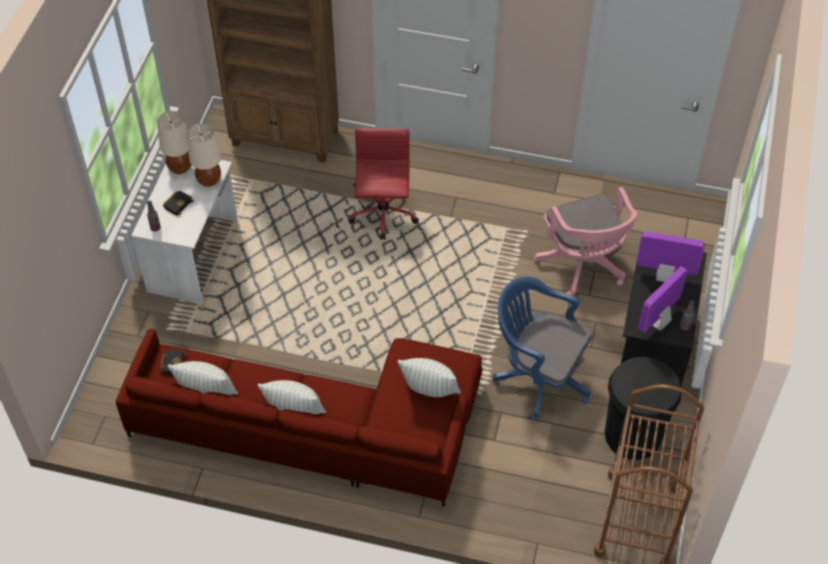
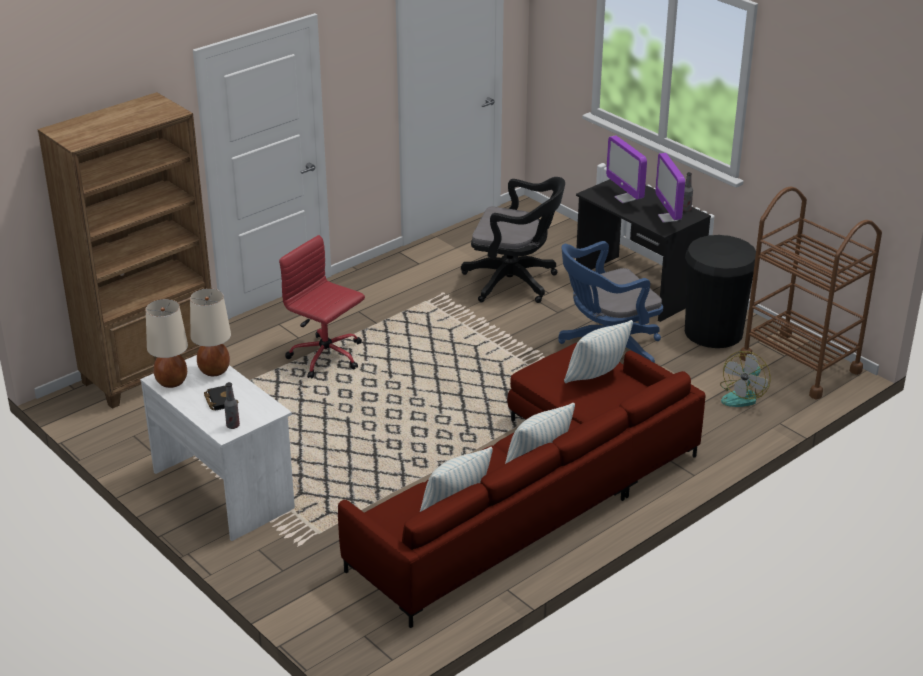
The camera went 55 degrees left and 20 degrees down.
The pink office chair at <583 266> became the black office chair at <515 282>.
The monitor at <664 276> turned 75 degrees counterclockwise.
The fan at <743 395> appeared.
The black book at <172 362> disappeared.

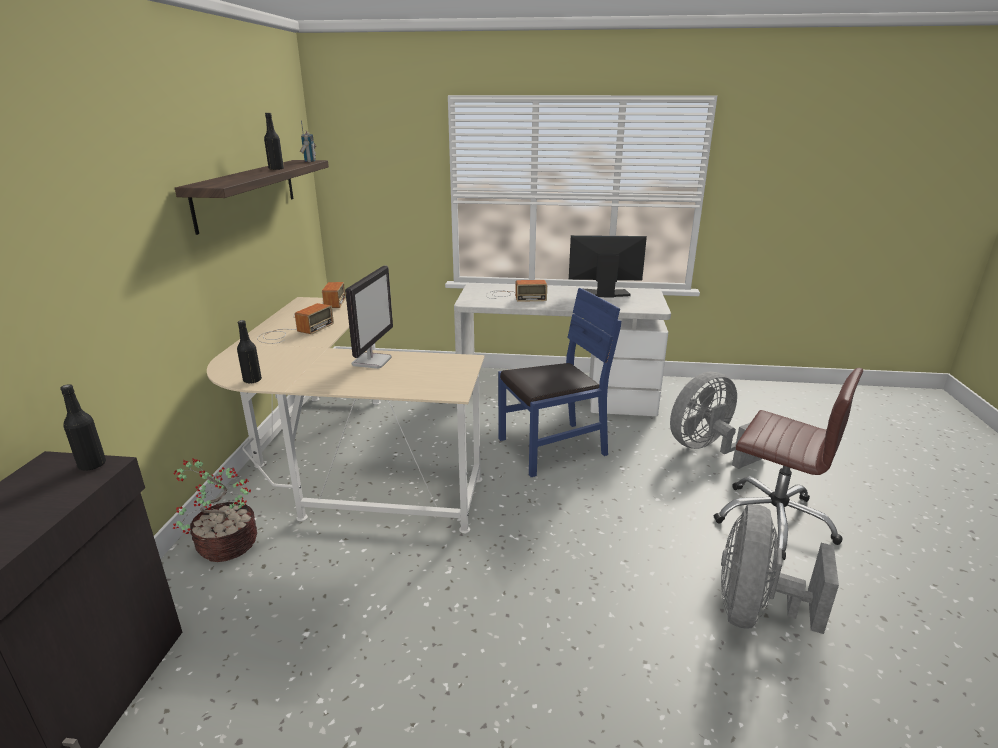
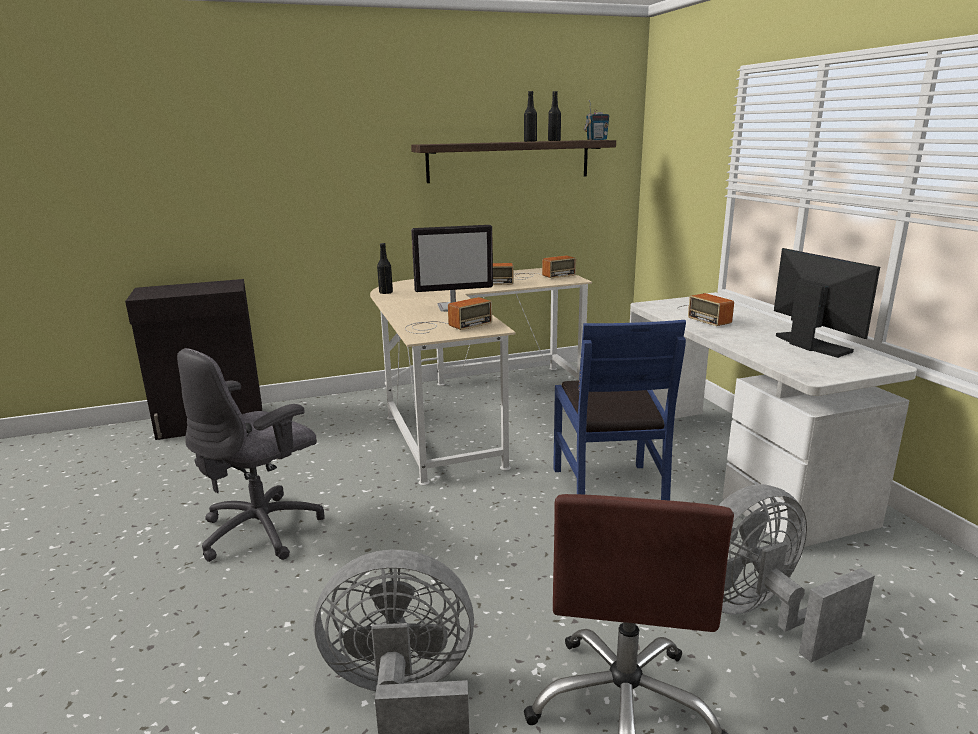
The camera went 65 degrees right and 5 degrees down.
The grey office chair at <264 529> appeared.
The radio at <444 326> appeared.
The black bottle moved from <92 465> to <554 141>.
The blue chair at <552 448> turned 45 degrees clockwise.
The grey fan at <708 449> turned 60 degrees counterclockwise.
The potted plant at <225 545> disappeared.

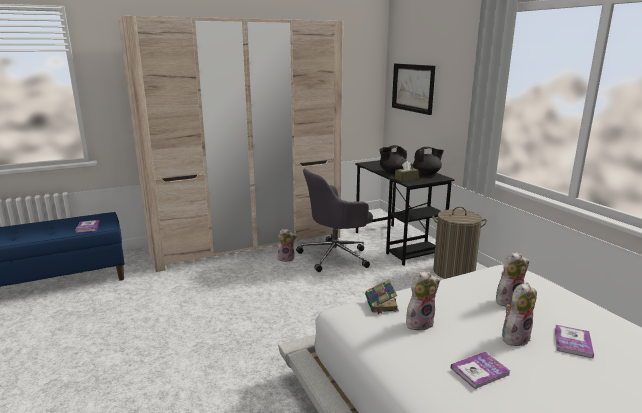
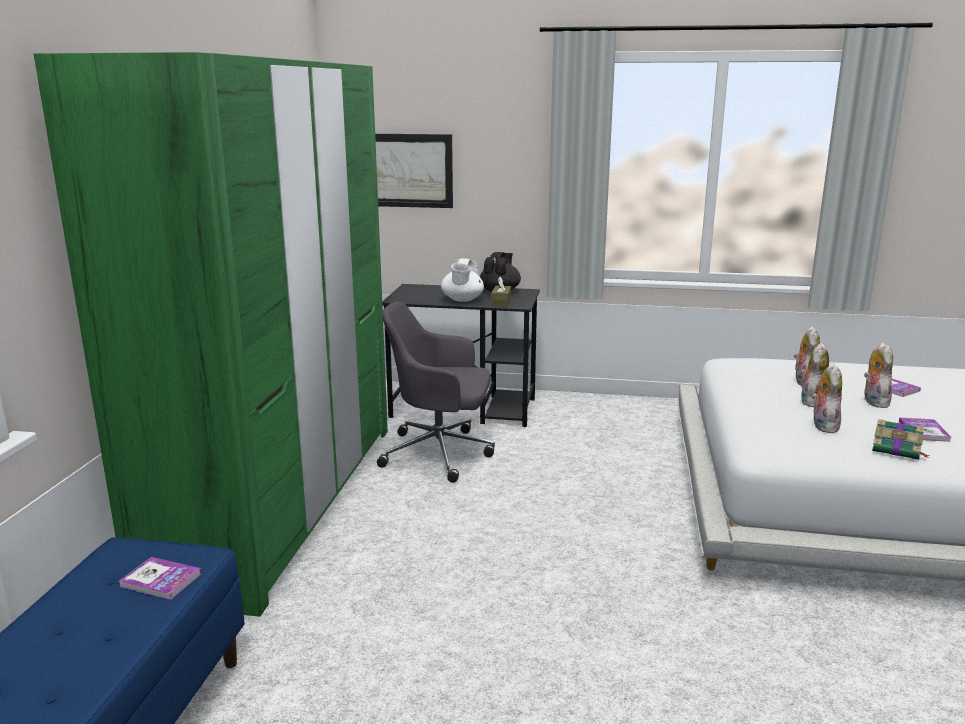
The camera went 55 degrees left and 0 degrees up.
The beige wardrobe at <247 242> became the green wardrobe at <283 499>.
The grey office chair at <336 256> turned 90 degrees clockwise.
The black teapot at <392 172> became the white teapot at <462 300>.
The plush toy moved from <286 258> to <811 401>.
The book moved from <381 304> to <897 449>.
The laundry basket at <454 272> disappeared.

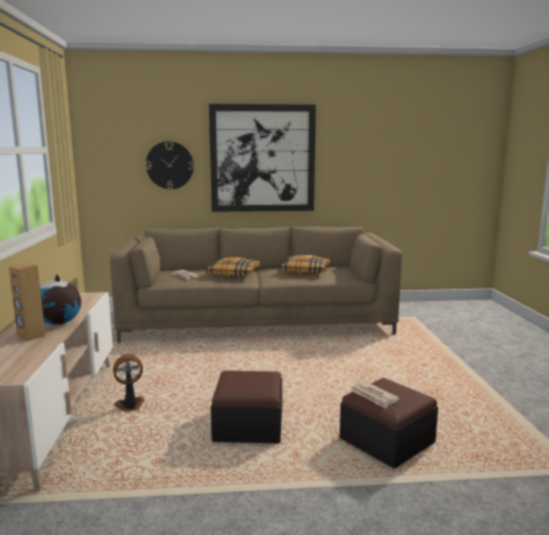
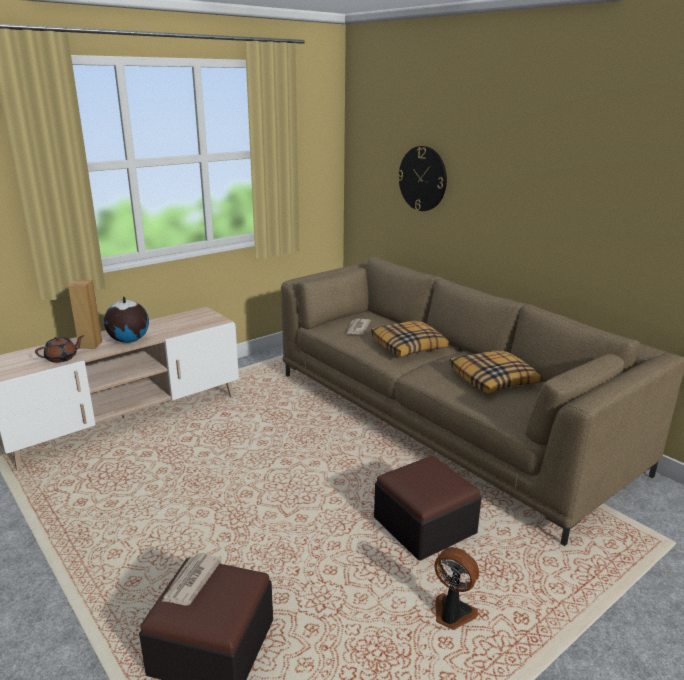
The camera went 55 degrees right and 10 degrees up.
The brown teapot at <62 358> appeared.
The ottoman moved from <248 425> to <424 525>.
The fan moved from <130 406> to <452 614>.
The picture at <262 158> disappeared.

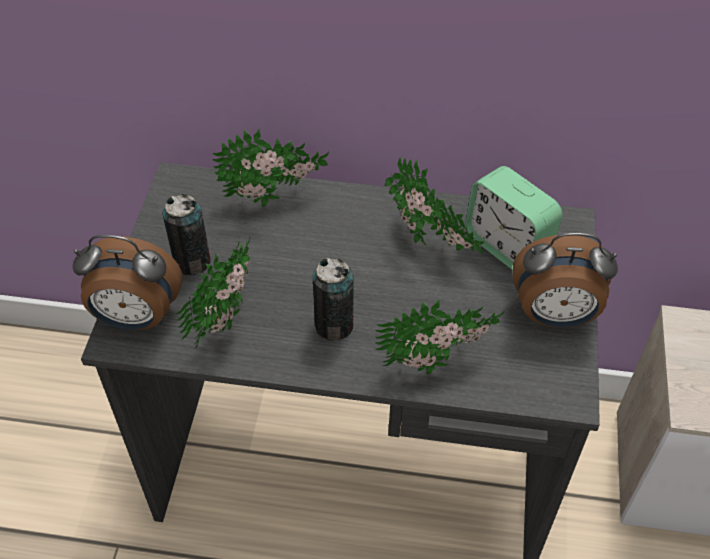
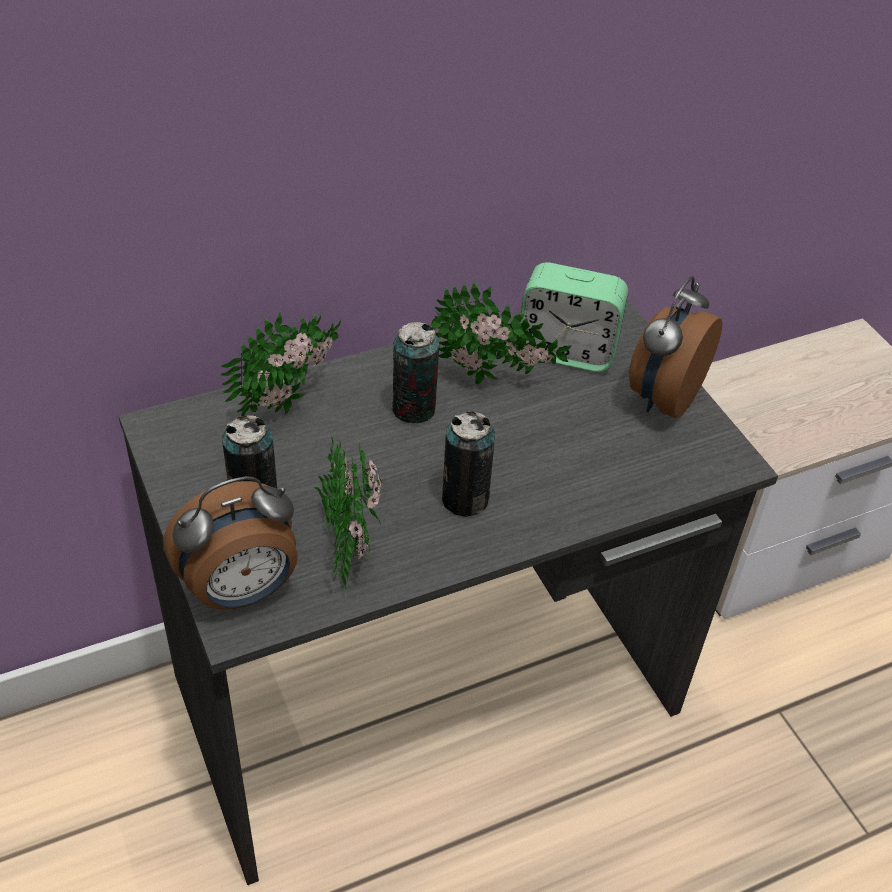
The camera went 35 degrees left and 5 degrees down.
The can at <414 409> appeared.
The alarm clock at <554 316> turned 150 degrees clockwise.
The potted plant at <438 364> disappeared.

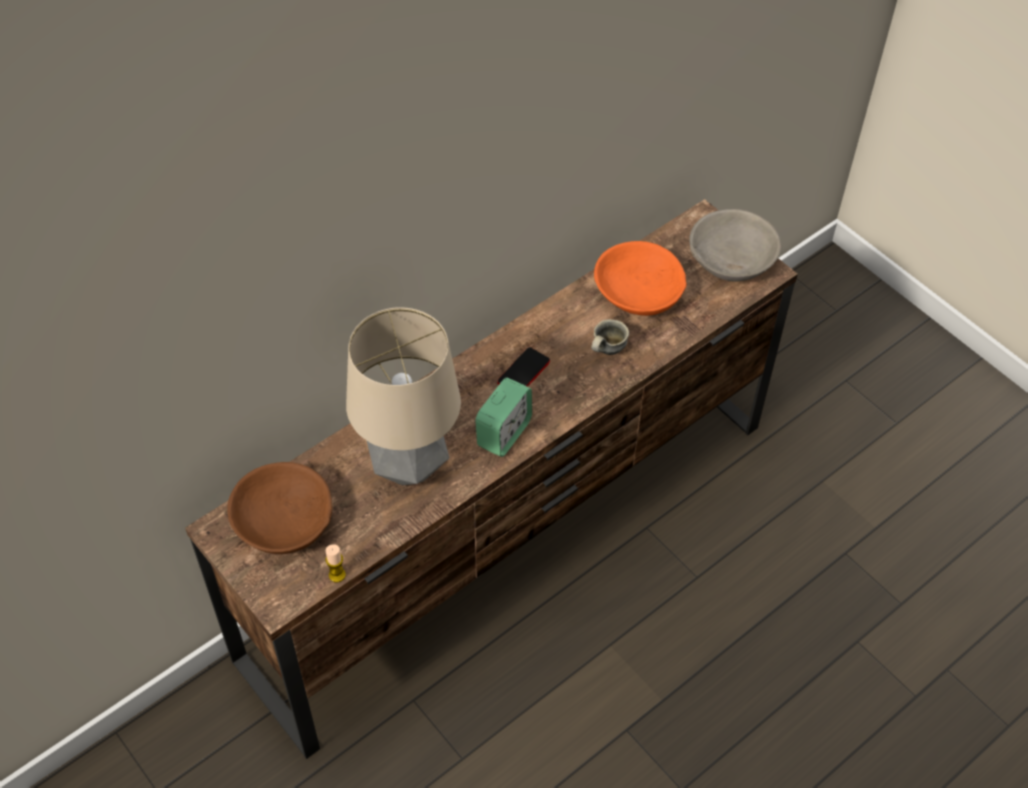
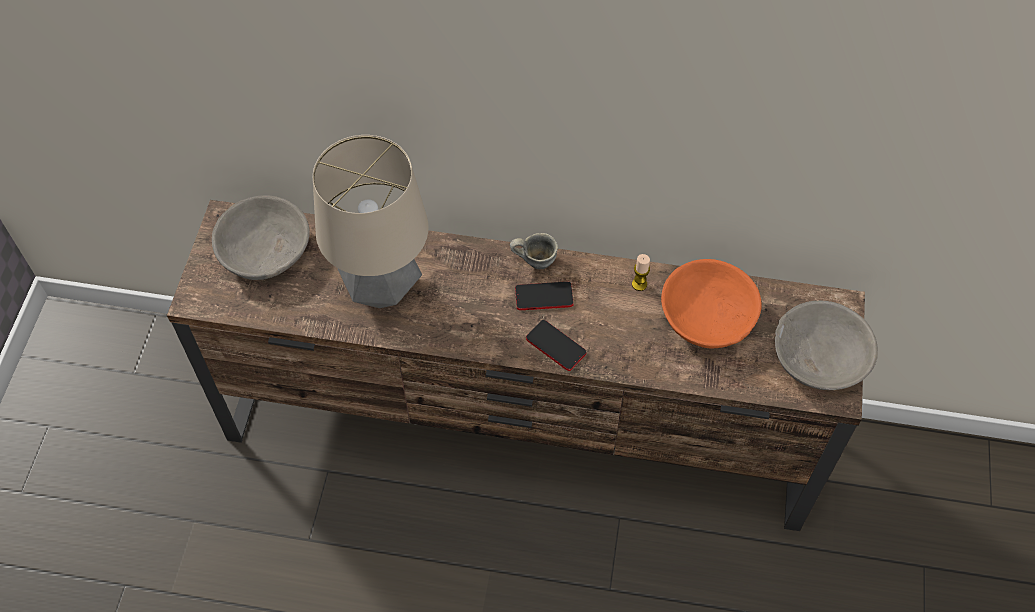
The camera went 50 degrees right and 5 degrees up.
The brown bowl at <283 521> became the grey bowl at <265 250>.
The grey mug moved from <606 350> to <535 260>.
The phone at <555 346> appeared.
The candle moved from <337 575> to <639 284>.
The alarm clock at <504 433> disappeared.

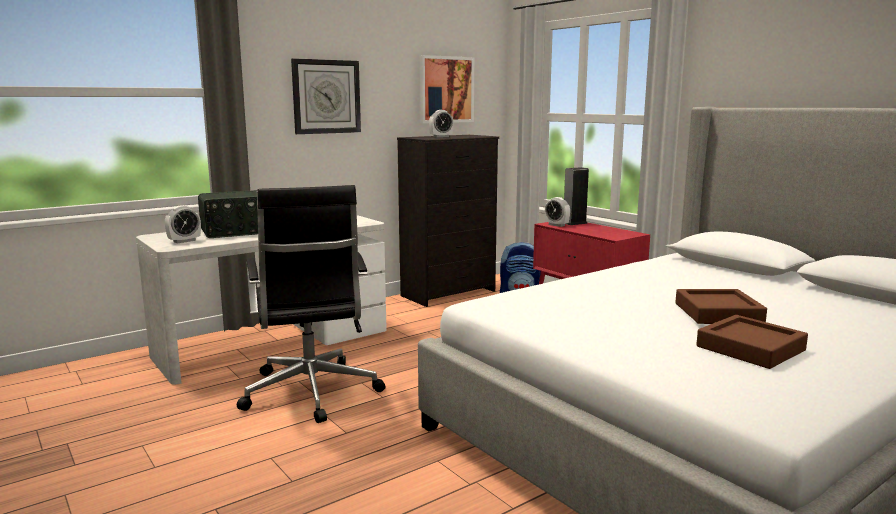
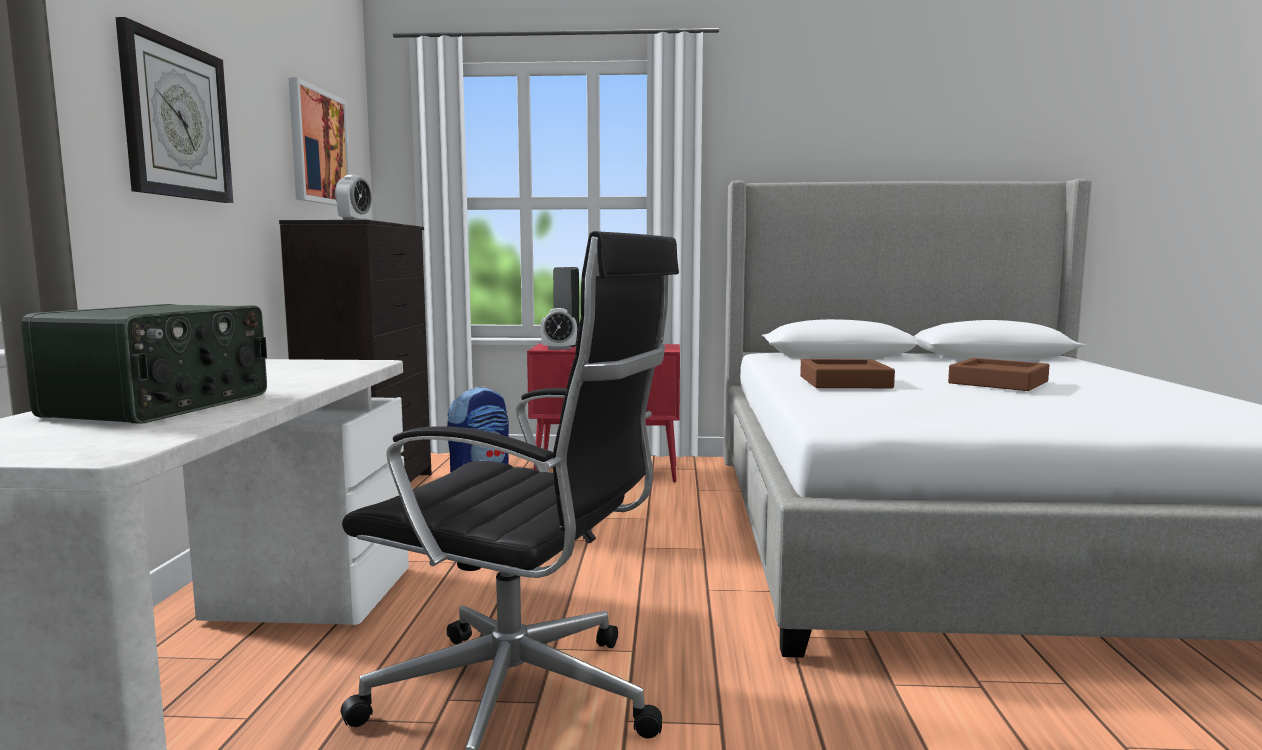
The camera went 50 degrees left and 5 degrees down.
The brown tray moved from <750 348> to <844 382>.
The alarm clock at <184 241> disappeared.

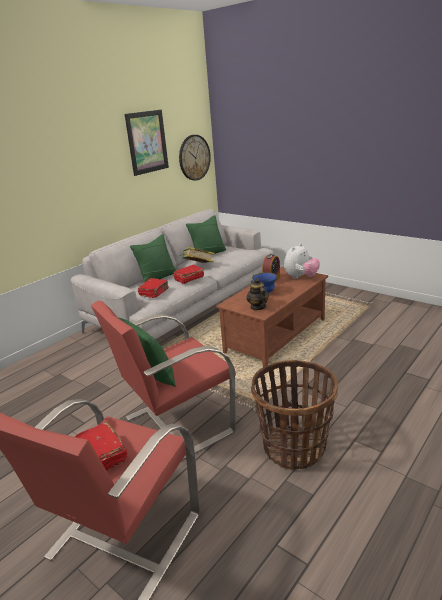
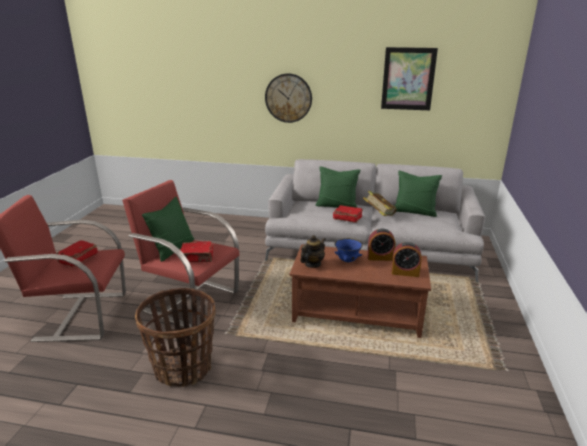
The camera went 60 degrees right and 0 degrees up.
The red book moved from <154 293> to <198 257>.
The wall clock moved from <194 157> to <288 98>.
The plush toy at <301 277> was replaced by the alarm clock at <405 272>.

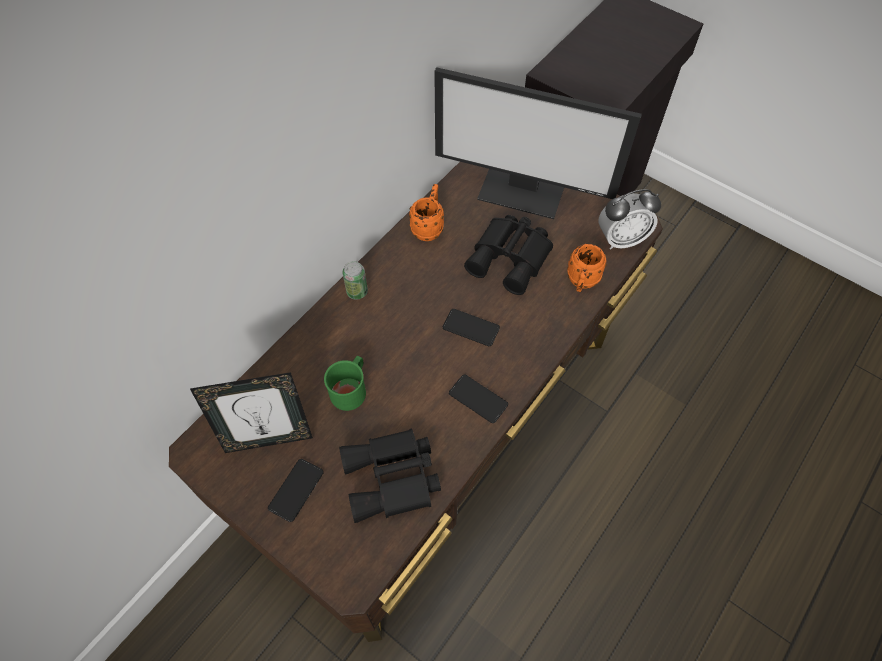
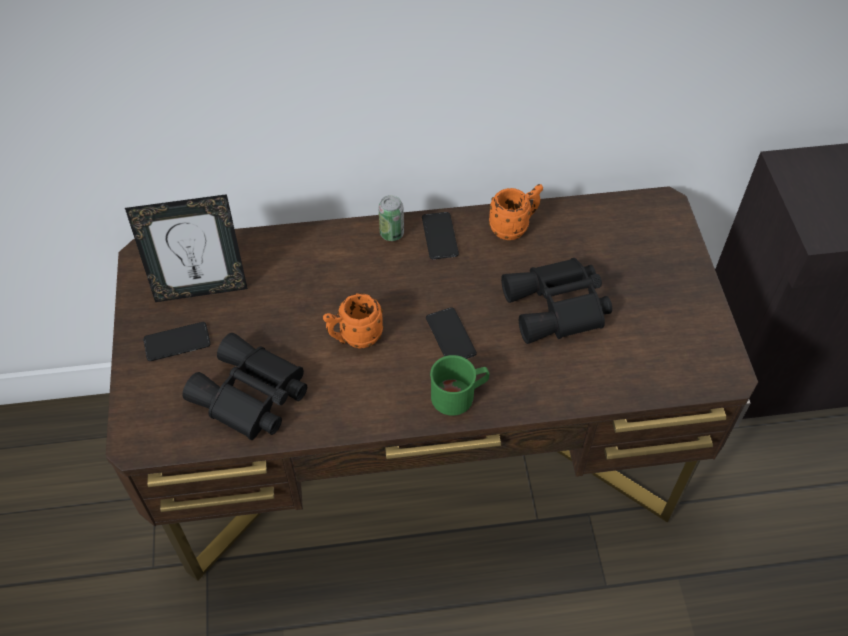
The camera went 45 degrees right and 5 degrees down.
The picture frame at <268 438> turned 45 degrees counterclockwise.
The orange mug moved from <581 282> to <354 337>.
The phone moved from <478 399> to <440 236>.
The green mug moved from <351 389> to <459 395>.
The monitor at <523 190> disappeared.
The alarm clock at <621 239> disappeared.

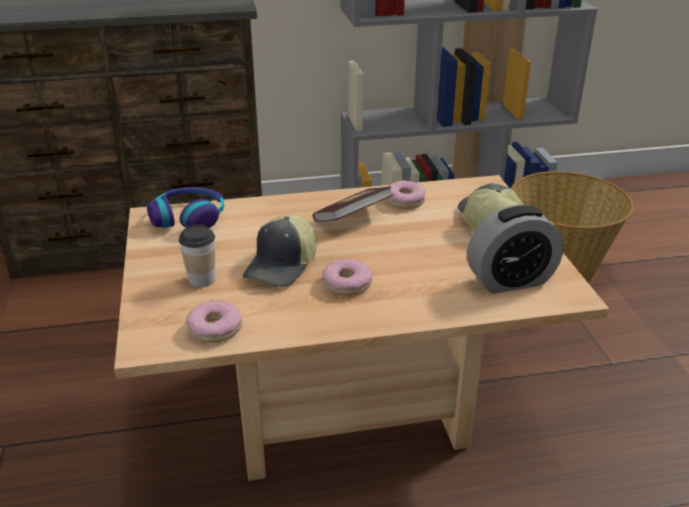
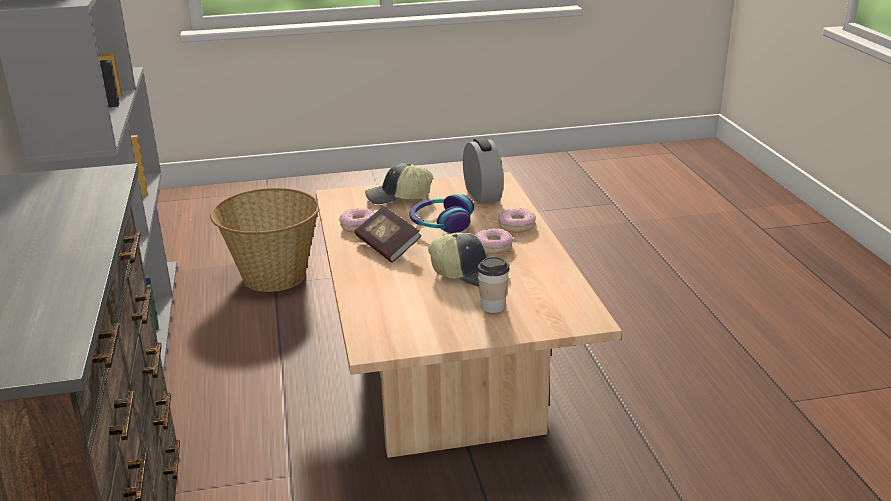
The camera went 90 degrees left and 5 degrees down.
The headphones moved from <188 217> to <441 223>.
The donut moved from <215 328> to <516 226>.

